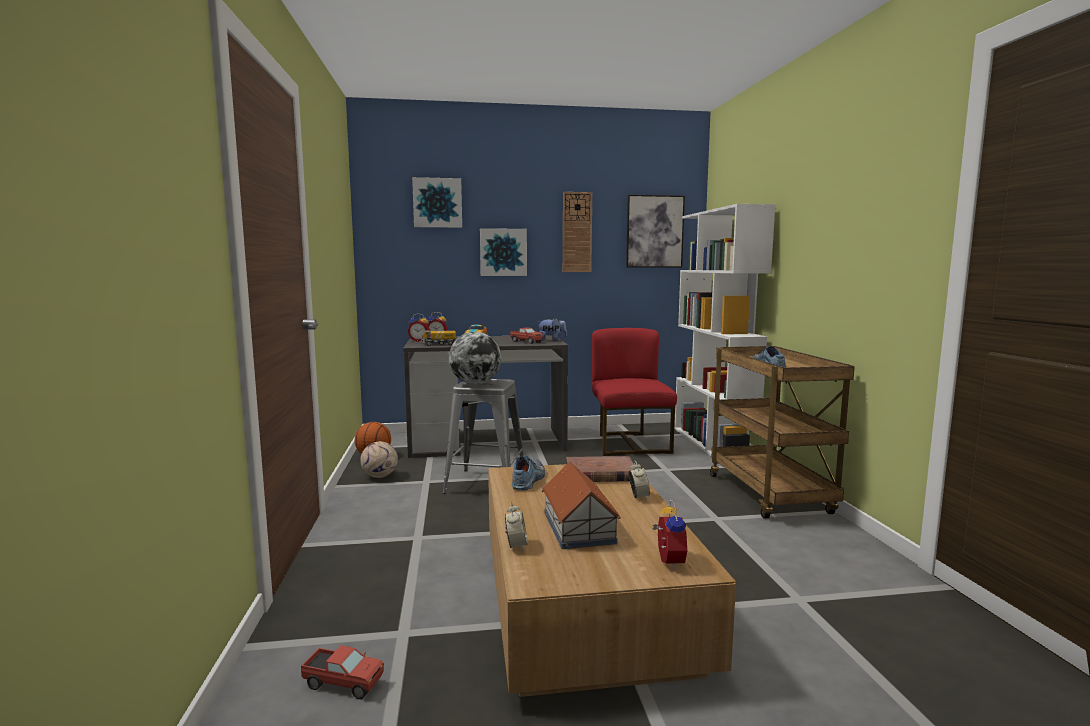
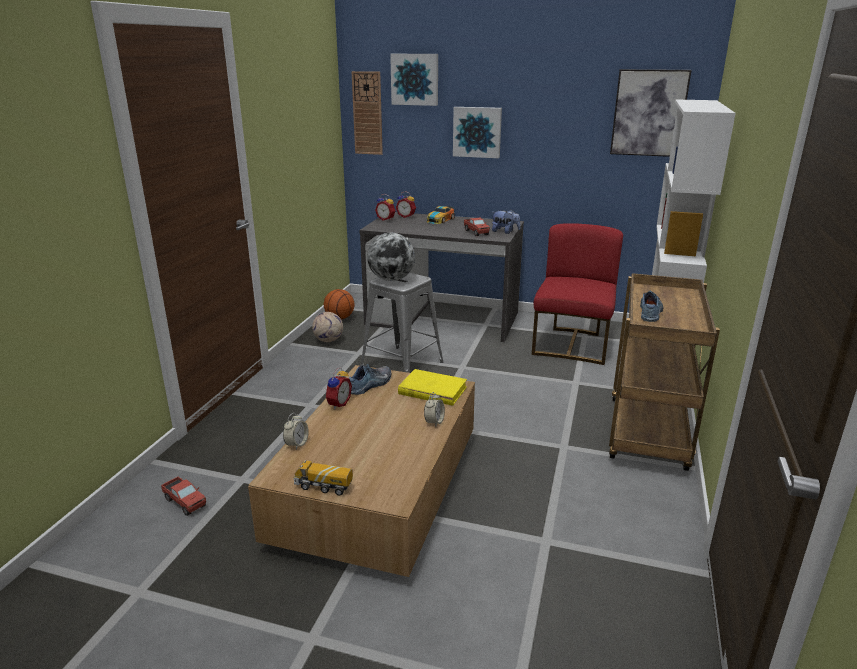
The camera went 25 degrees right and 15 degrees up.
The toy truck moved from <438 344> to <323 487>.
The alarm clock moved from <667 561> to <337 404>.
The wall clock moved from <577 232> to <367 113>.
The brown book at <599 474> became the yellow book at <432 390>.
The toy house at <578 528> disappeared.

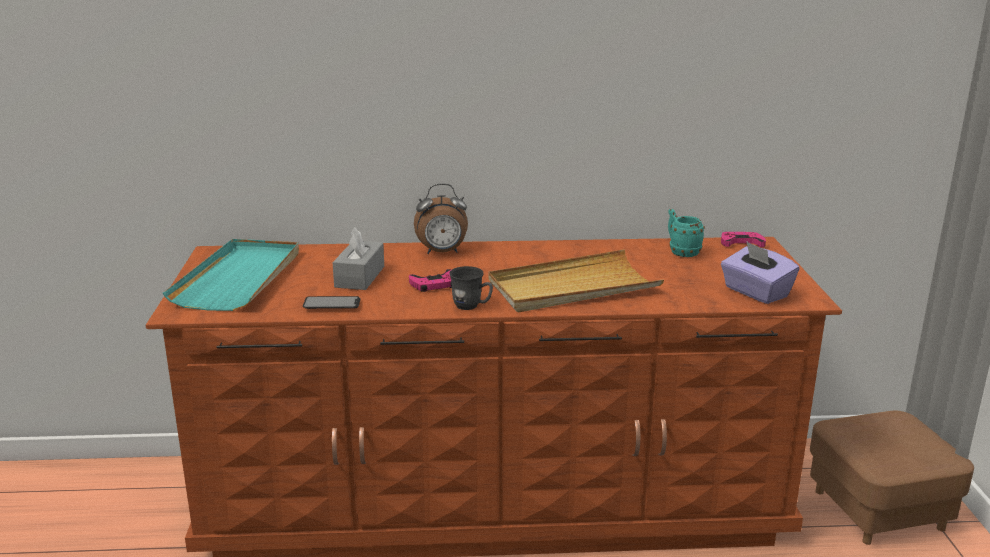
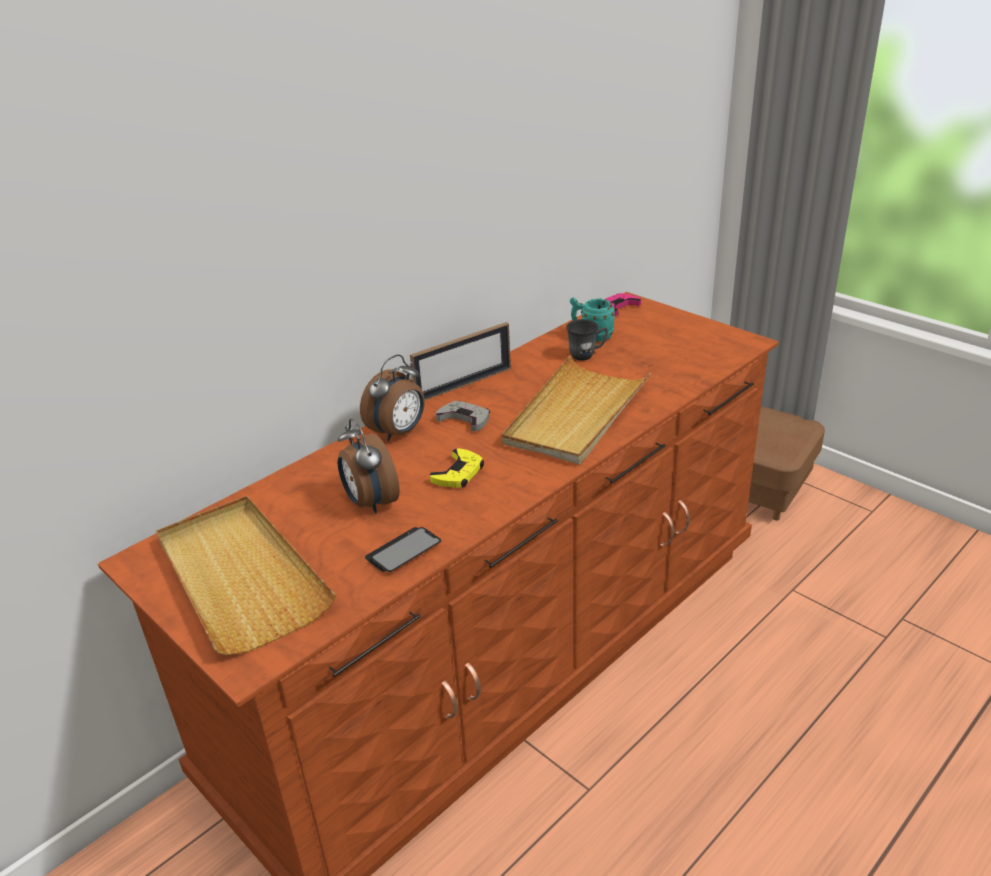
The camera went 40 degrees left and 10 degrees up.
The turquoise tray at <239 278> became the beige tray at <240 576>.
The grey tissue box at <359 277> was replaced by the alarm clock at <370 503>.
The picture frame at <464 384> appeared.
The pink game controller at <434 285> became the yellow game controller at <458 473>.
The grey game controller at <465 419> appeared.
The grey mug moved from <472 306> to <587 355>.
The purple tissue box at <755 292> disappeared.

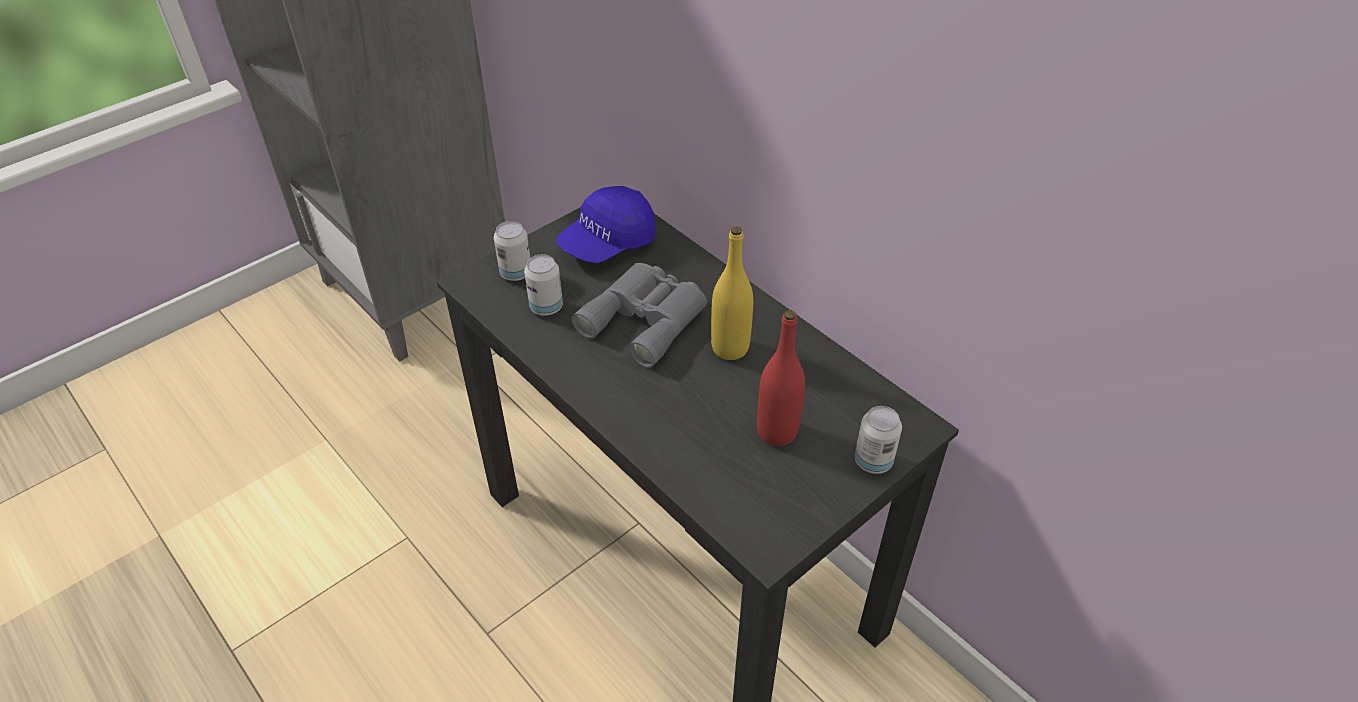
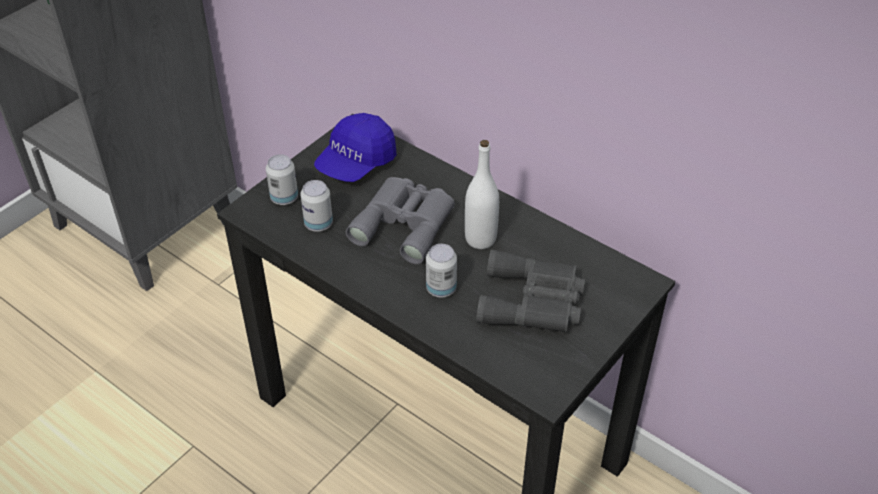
The camera went 10 degrees left and 0 degrees up.
The can moved from <873 461> to <441 289>.
The yellow bottle at <730 348> became the white bottle at <480 239>.
The red bottle at <777 432> was replaced by the grey binoculars at <534 302>.

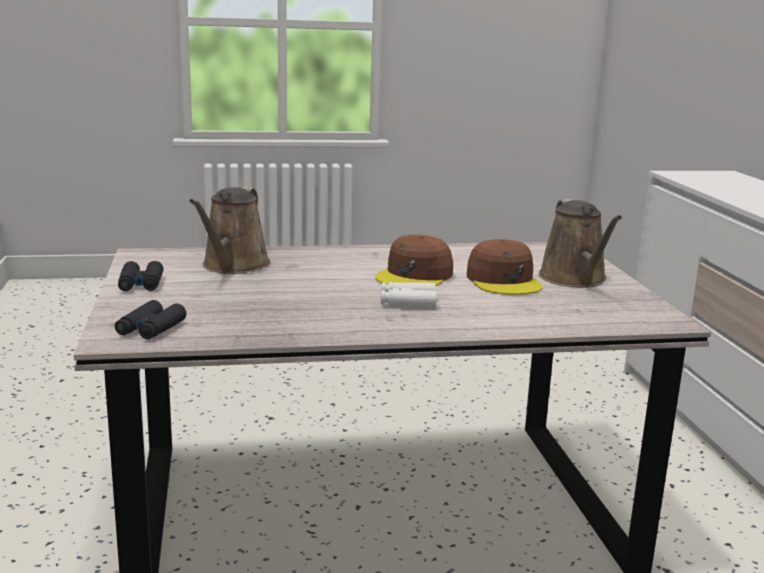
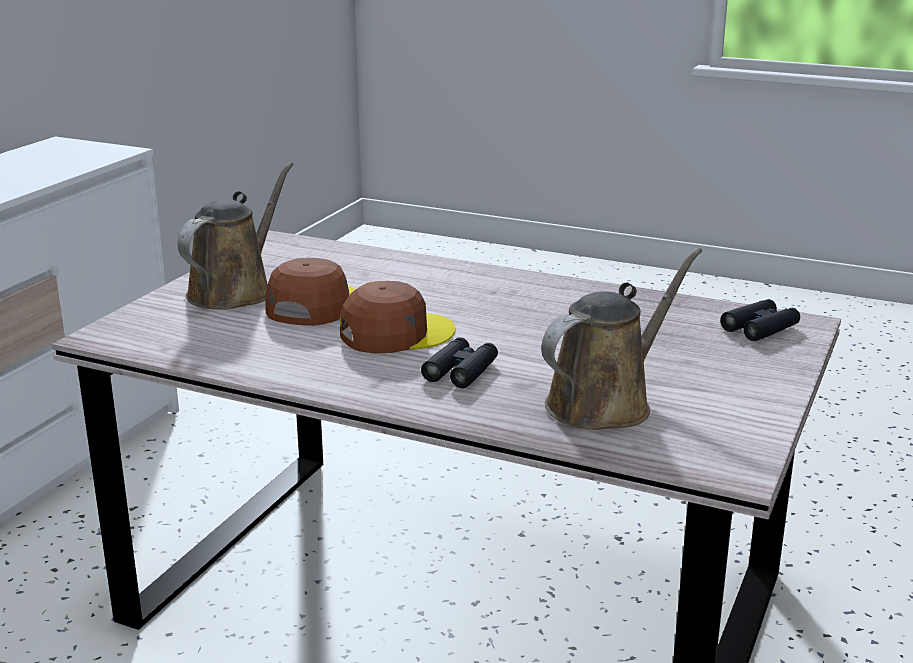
The camera went 145 degrees left and 5 degrees up.
The black binoculars moved from <141 284> to <461 371>.
The white binoculars at <407 302> disappeared.

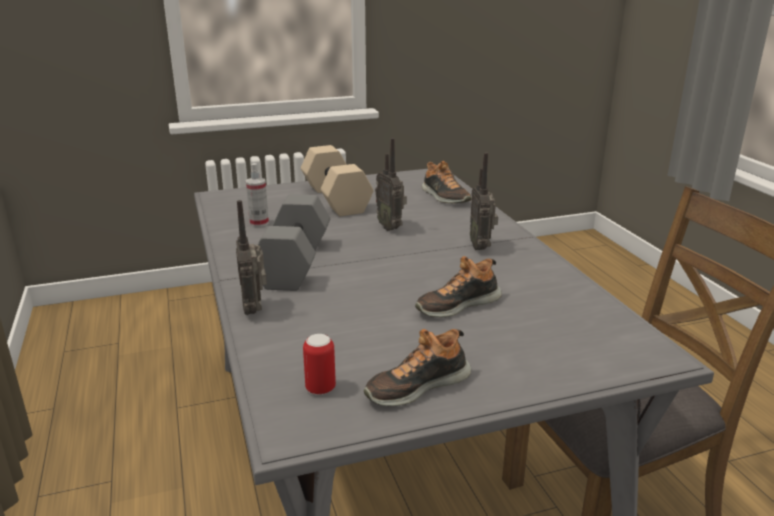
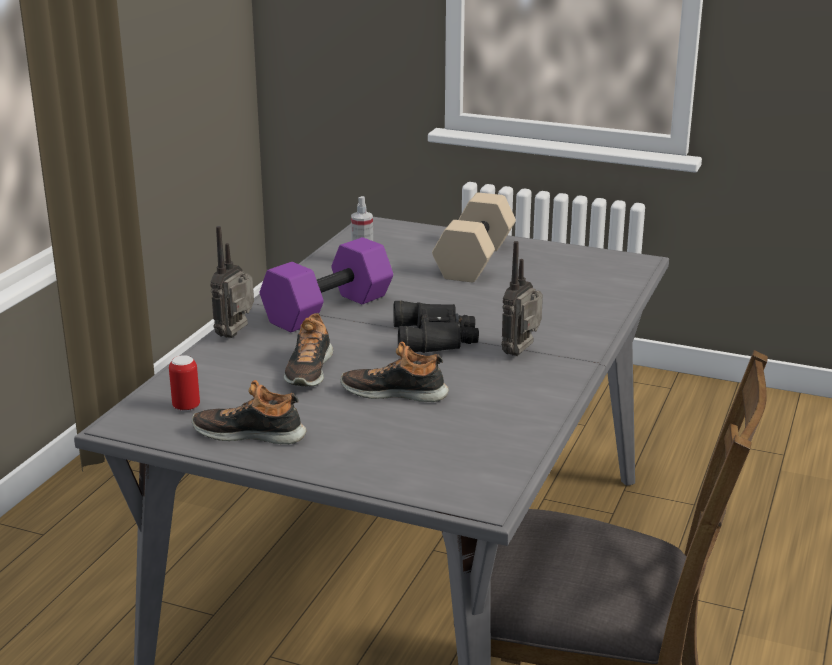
The camera went 40 degrees right and 0 degrees up.
The grey dumbbell at <296 264> became the purple dumbbell at <328 310>.
The shoe moved from <444 197> to <309 370>.
The black binoculars at <436 338> appeared.
The radio at <391 227> disappeared.

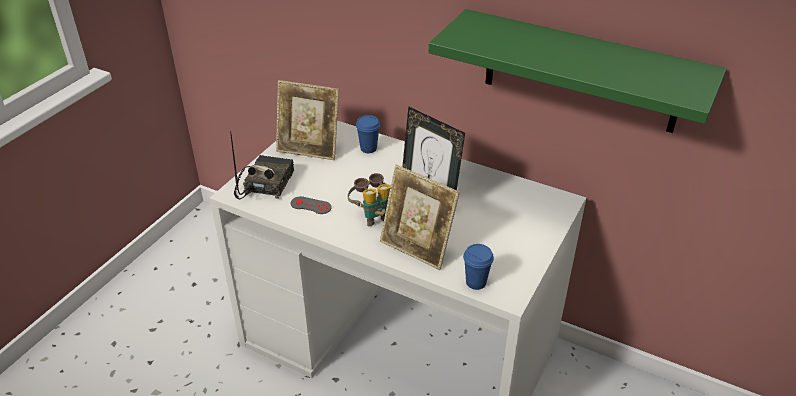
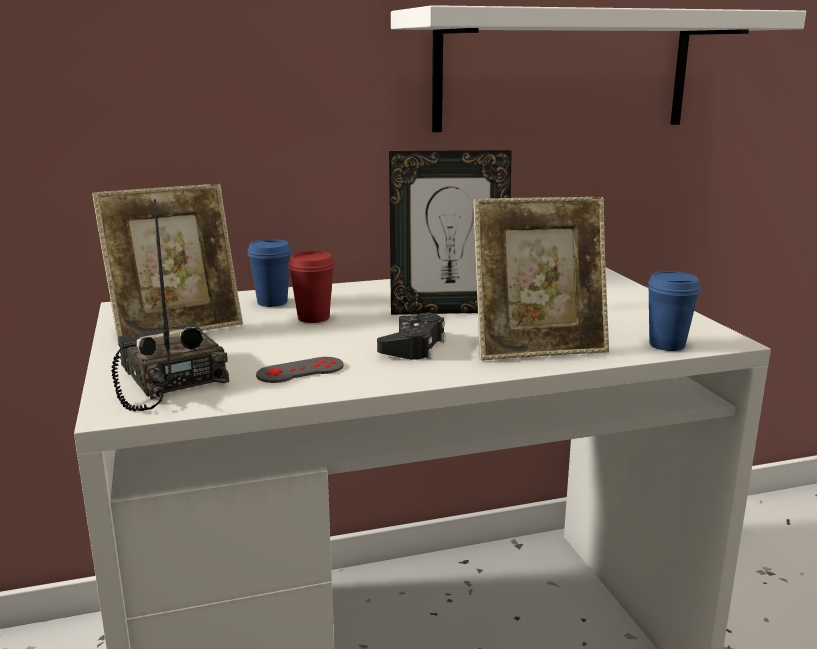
The camera went 45 degrees left and 20 degrees down.
The red cup at <313 318> appeared.
The binoculars at <372 215> was replaced by the black game controller at <413 346>.
The green shelf at <581 72> became the white shelf at <563 71>.

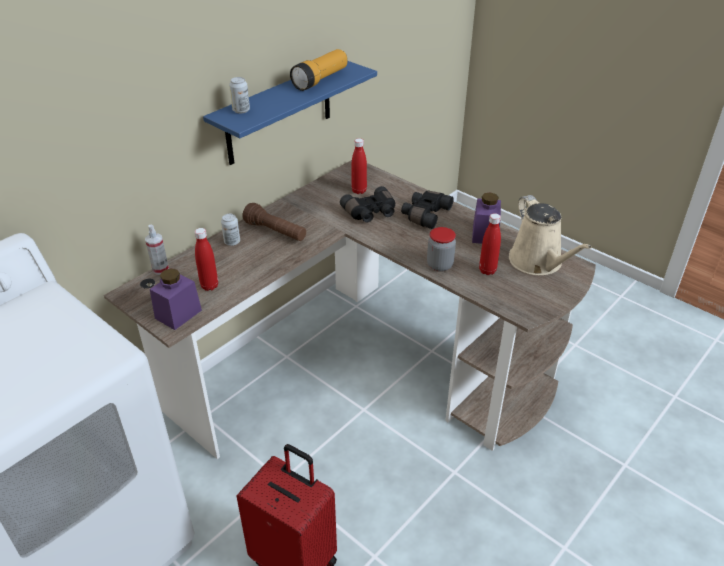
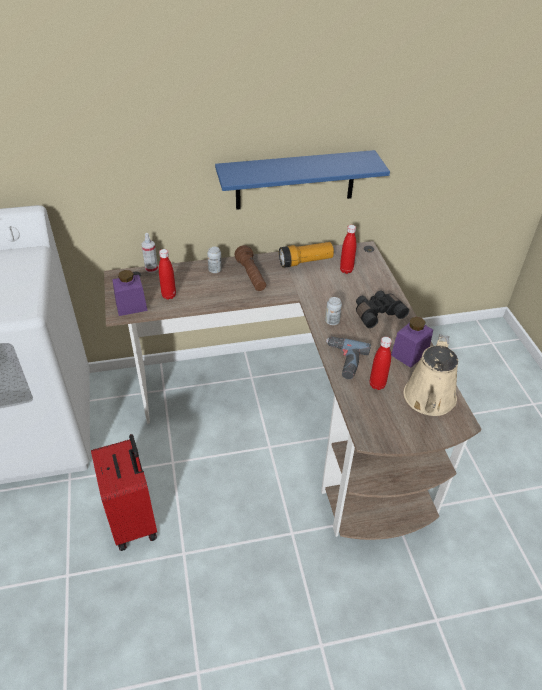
The camera went 35 degrees right and 5 degrees up.
The flashlight moved from <320 80> to <305 262>.
The can moved from <241 110> to <332 321>.
The jar at <439 265> was replaced by the power drill at <343 361>.
The black binoculars at <371 213> disappeared.

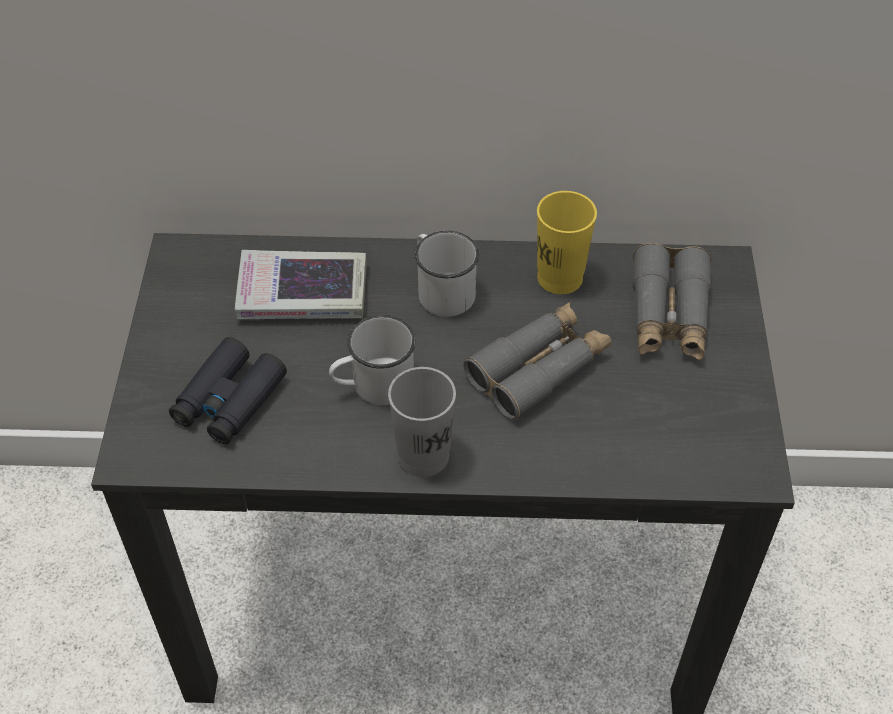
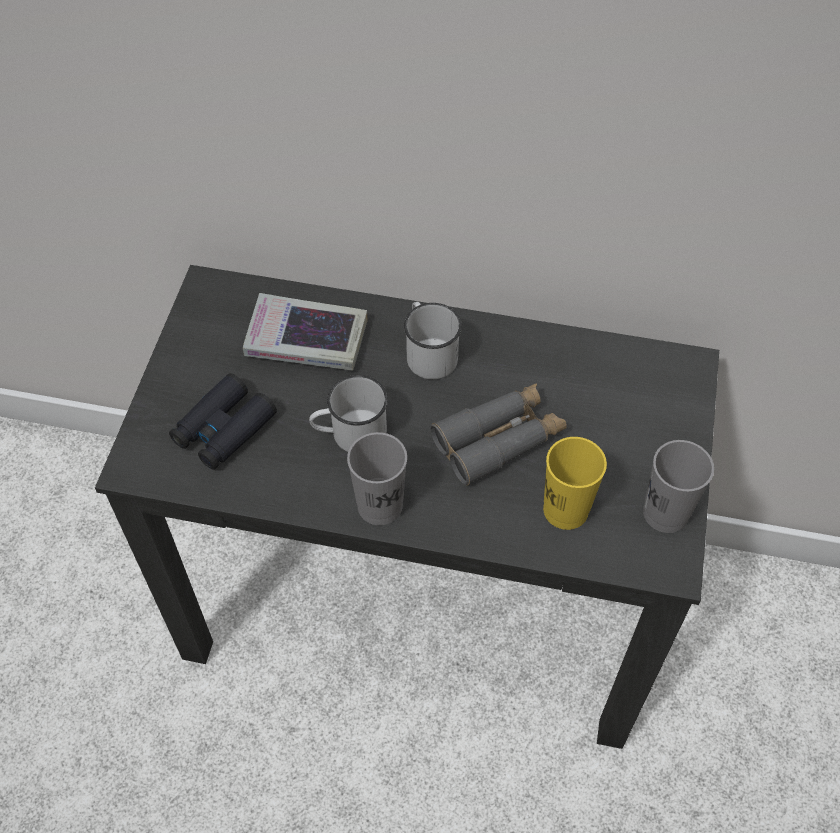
The camera went 10 degrees right and 5 degrees up.
The yellow cup moved from <559 278> to <565 510>.
The grey cup at <665 513> appeared.
The grey binoculars at <669 315> disappeared.

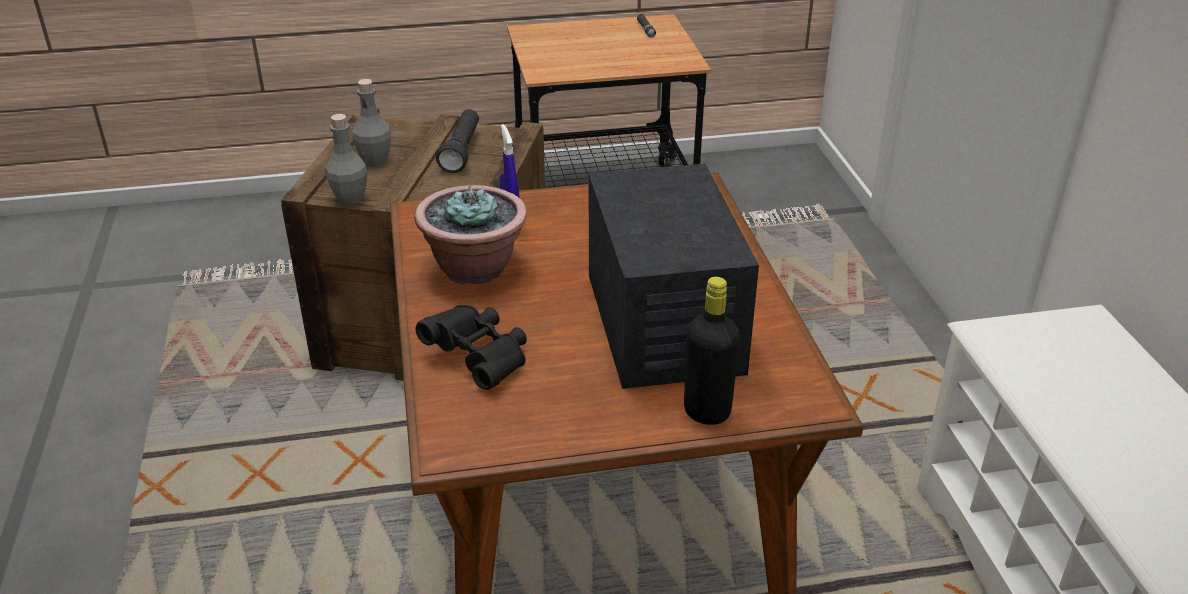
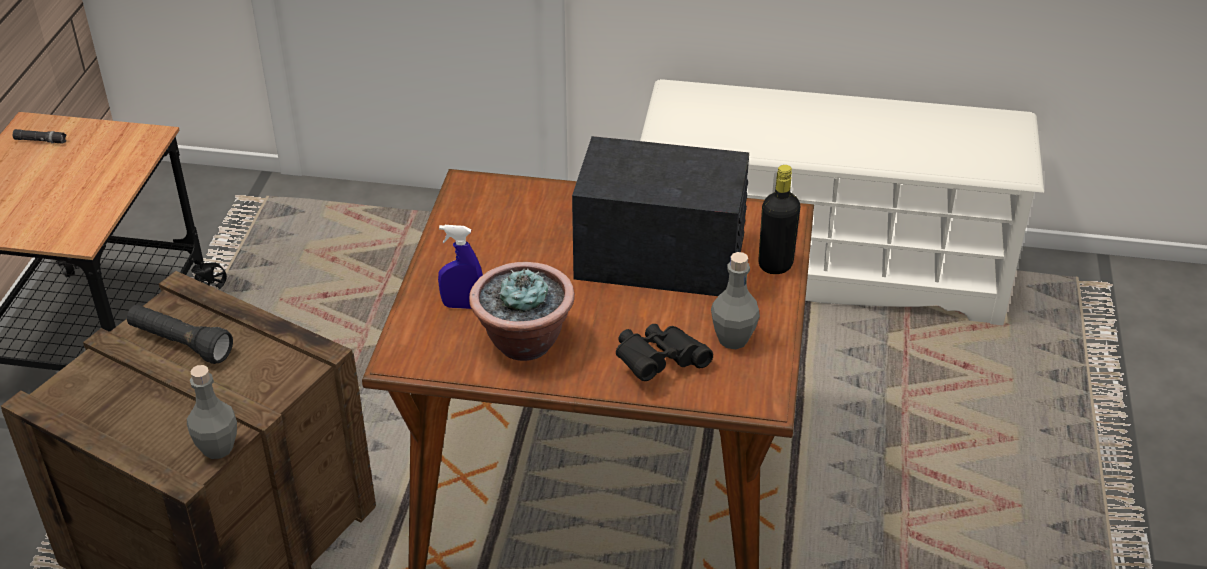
The camera went 70 degrees left and 5 degrees up.
The grey bottle moved from <375 160> to <733 339>.

